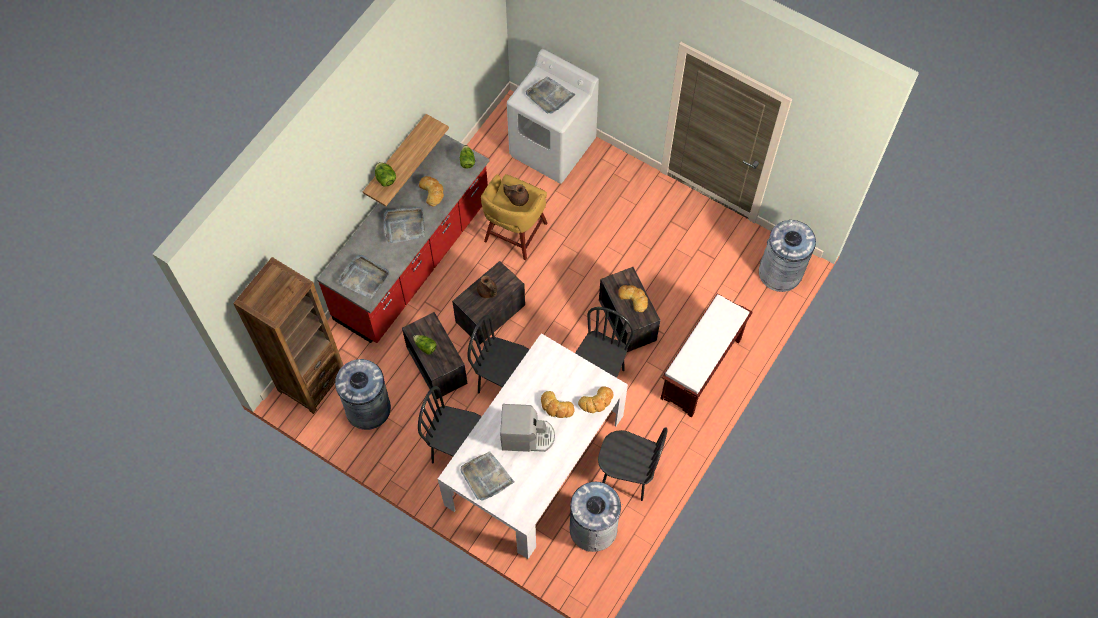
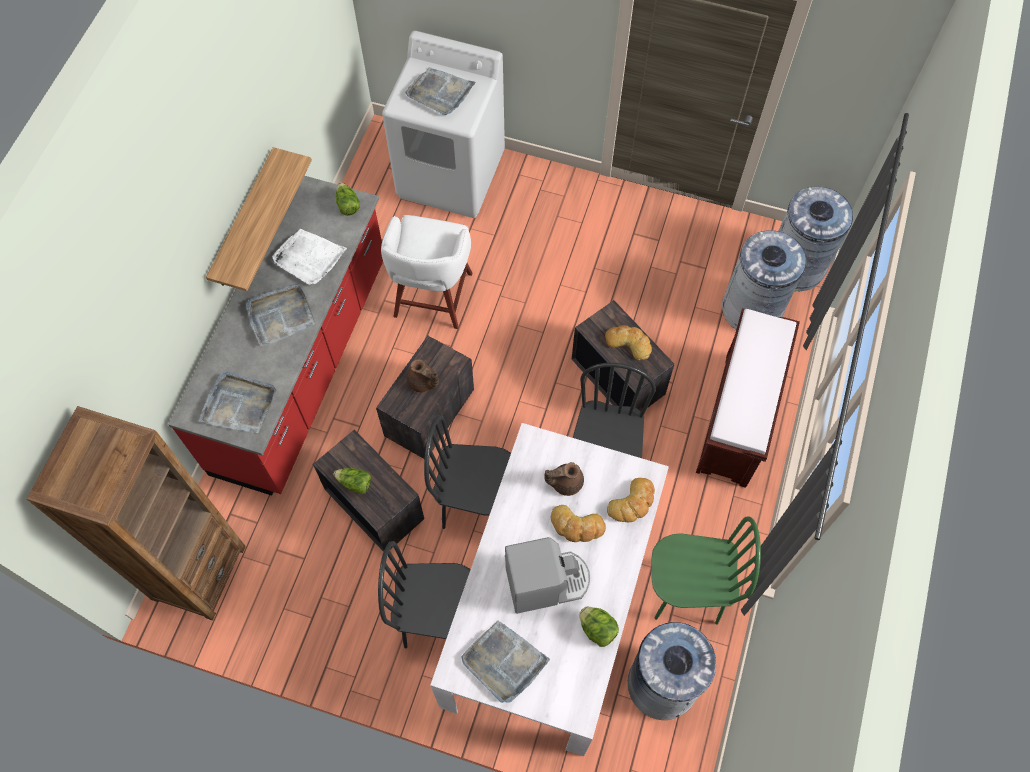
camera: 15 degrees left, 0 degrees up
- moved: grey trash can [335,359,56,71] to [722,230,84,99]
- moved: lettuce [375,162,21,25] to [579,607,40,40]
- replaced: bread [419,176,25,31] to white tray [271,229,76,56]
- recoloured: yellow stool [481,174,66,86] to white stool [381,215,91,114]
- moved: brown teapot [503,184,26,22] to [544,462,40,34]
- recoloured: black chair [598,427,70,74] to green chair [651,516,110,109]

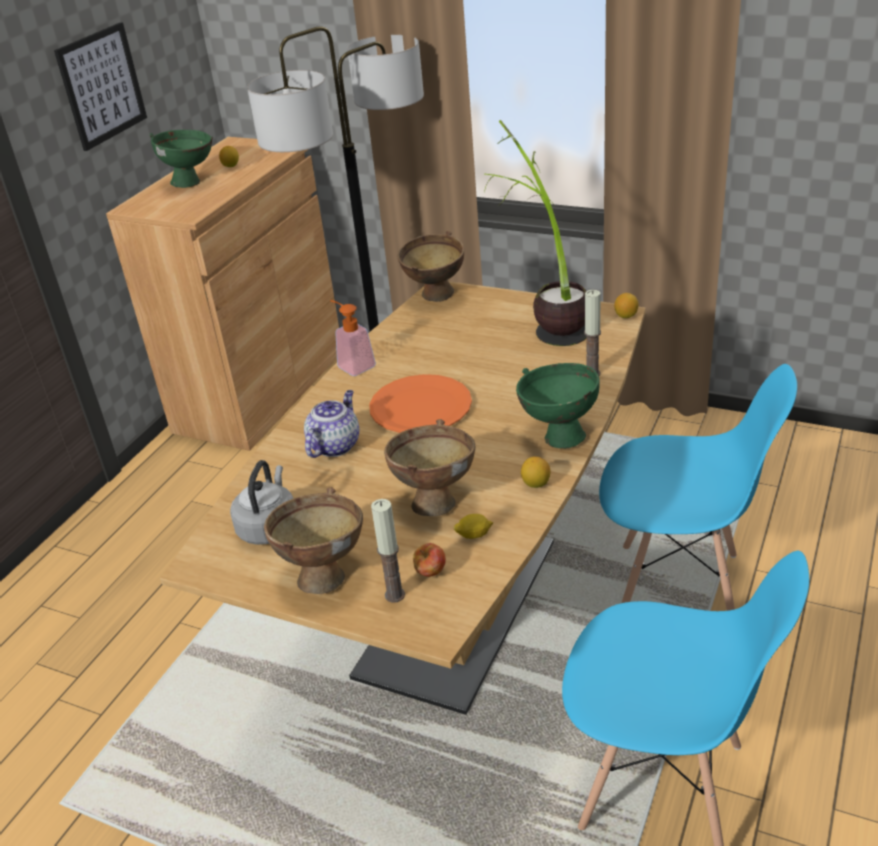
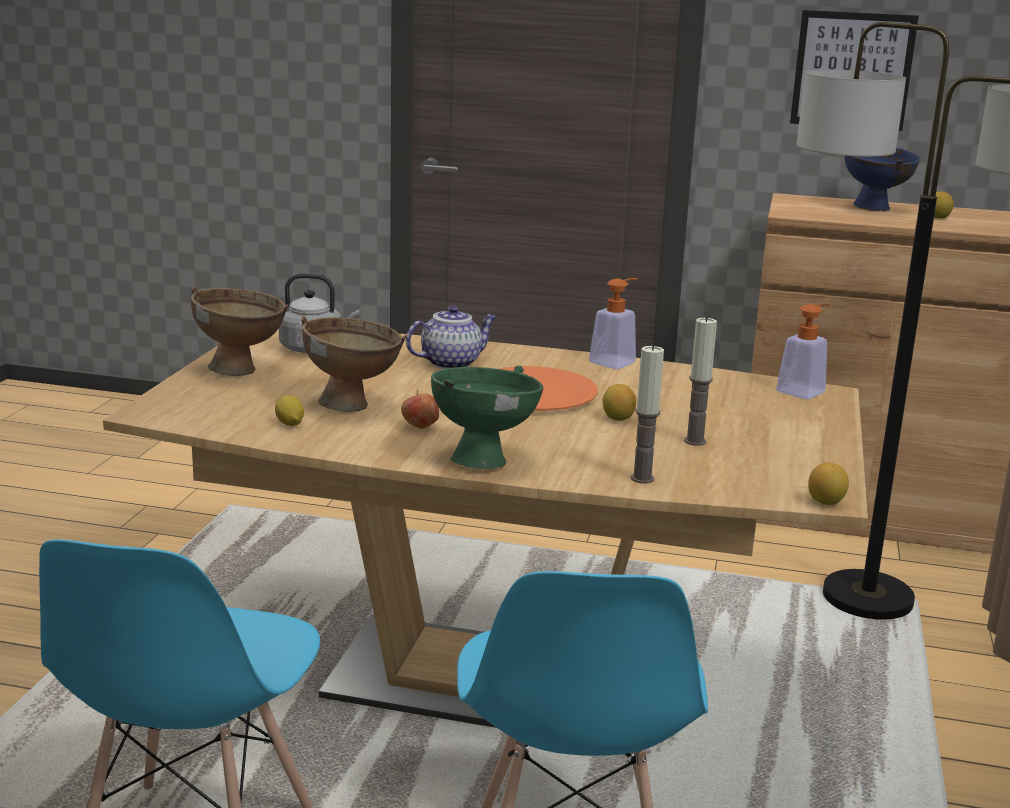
camera: 75 degrees right, 15 degrees down
- recoloured: green bowl [150,130,63,58] to blue bowl [845,147,75,64]
- turned: teapot [304,390,55,68] = [406,305,91,64] 45 degrees counterclockwise
- moved: candle [371,499,34,104] to [684,316,33,130]
- replaced: brown bowl [398,231,66,71] to soap dispenser [776,303,53,96]
- moved: apple [413,543,33,34] to [401,390,38,39]
- removed: potted plant [484,120,102,226]
- moved: lemon [521,457,29,31] to [602,384,34,37]

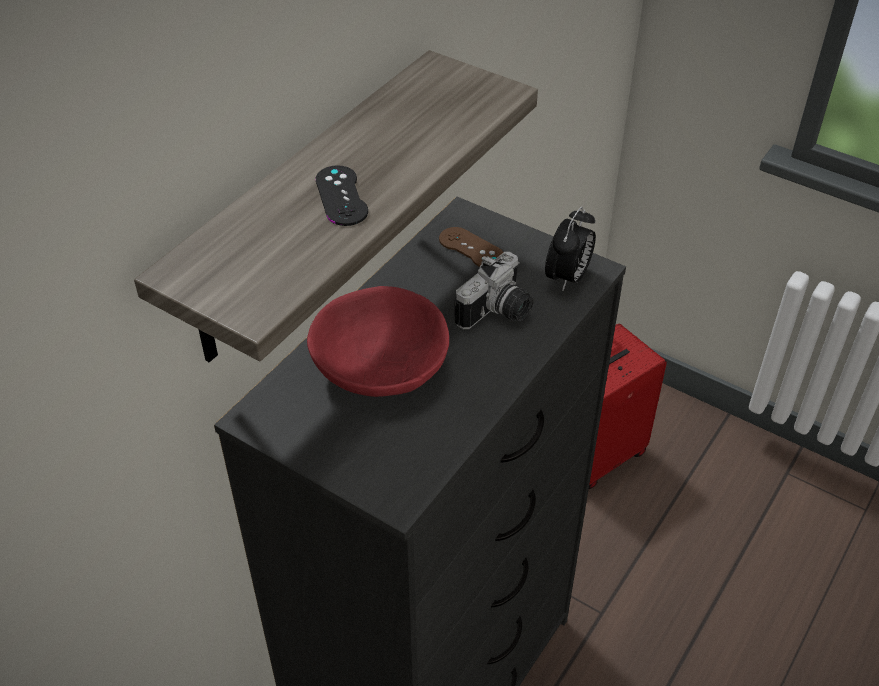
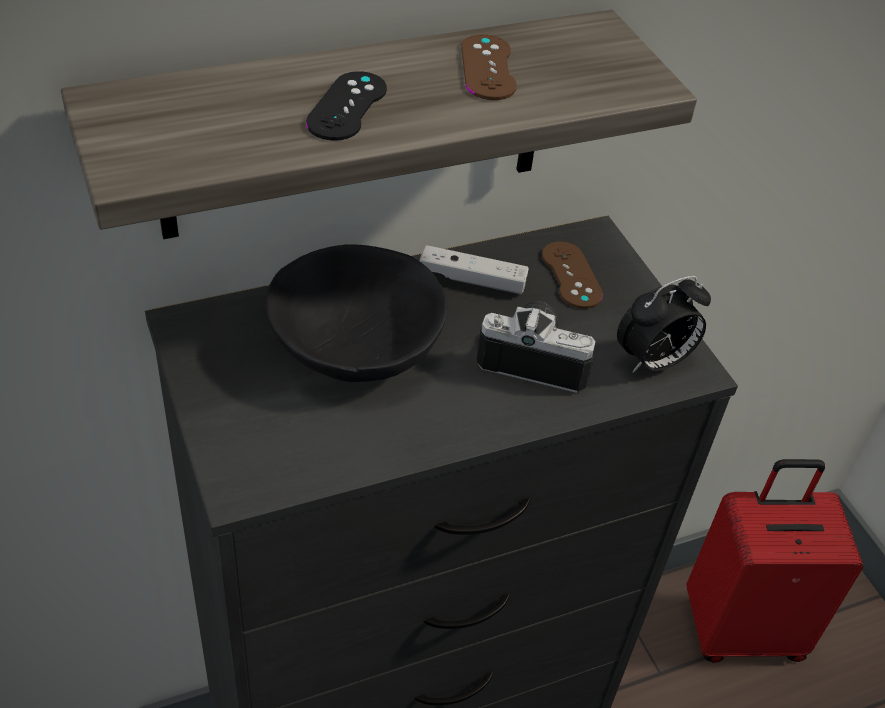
camera: 30 degrees right, 0 degrees up
- recoloured: red bowl [307,286,142,111] to black bowl [265,244,182,138]
- turned: photo camera [454,252,79,77] = [477,301,119,92] 150 degrees counterclockwise
- added: white game controller [420,245,109,49]
- added: brown game controller [461,34,56,66]

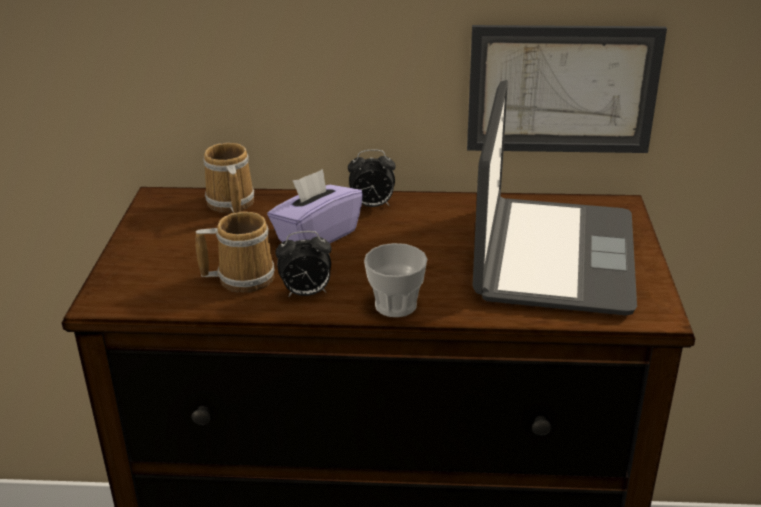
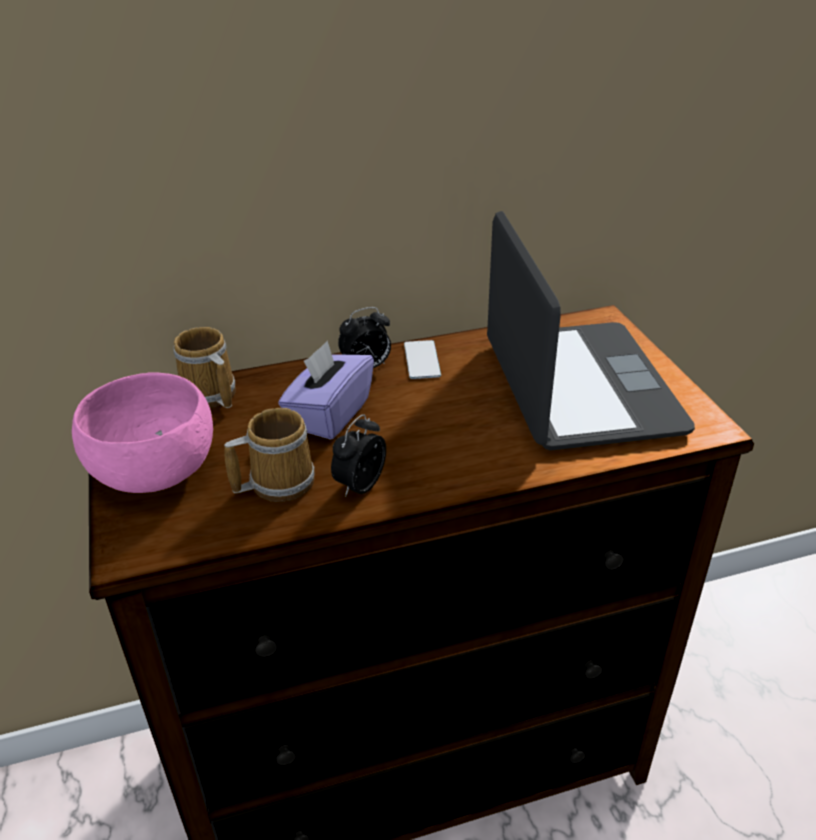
camera: 20 degrees left, 5 degrees up
- turned: alarm clock [276,231,55,66] = [331,414,55,83] 150 degrees clockwise
- removed: cup [364,243,63,74]
- removed: picture [467,25,200,128]
- added: pink bowl [72,373,141,120]
- added: phone [404,340,37,39]

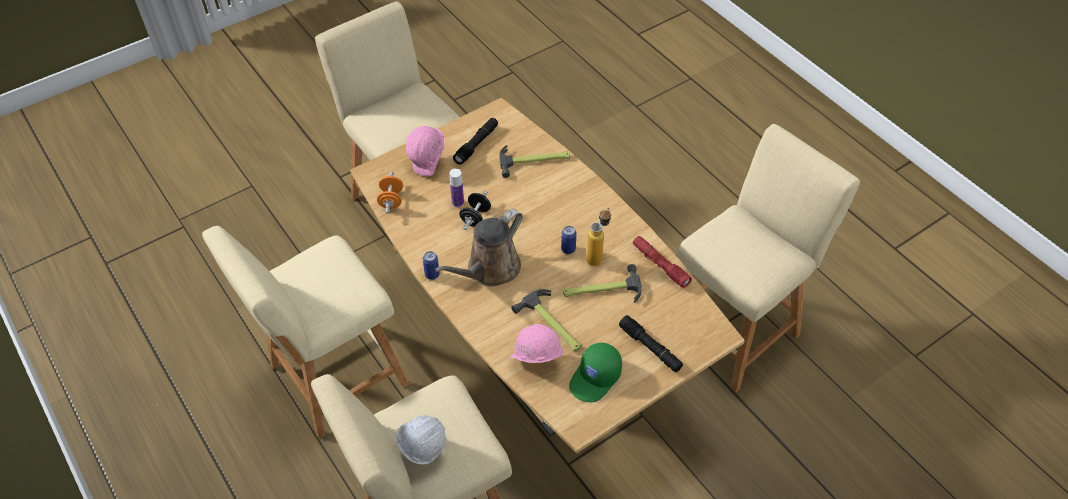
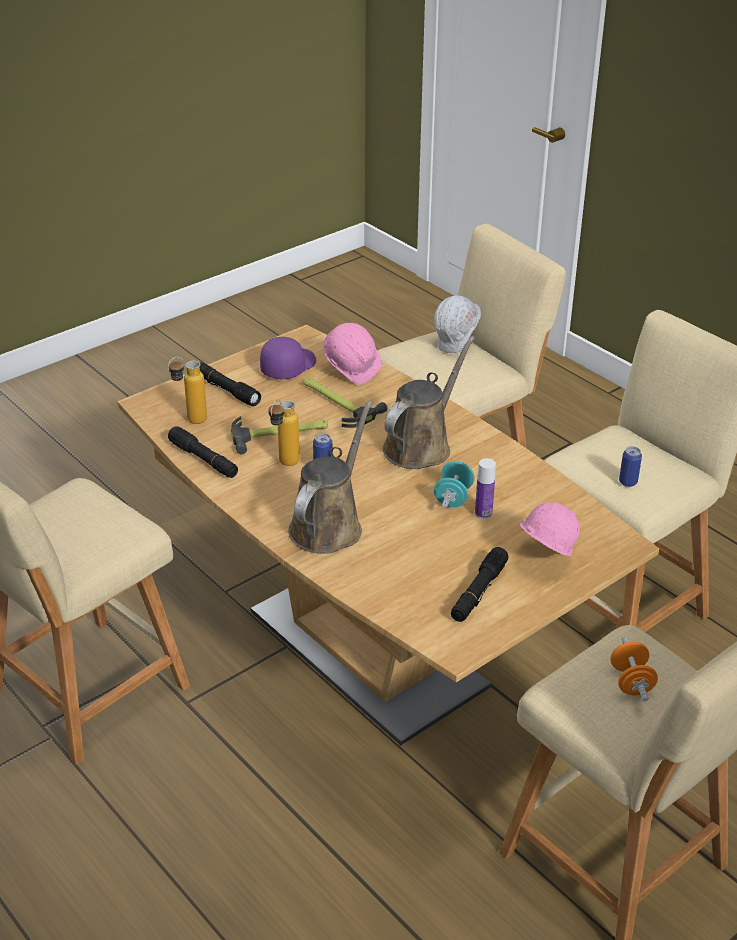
camera: 175 degrees right, 15 degrees down
- moved: orange dumbbell [377,172,26,42] to [611,637,47,65]
- moved: can [423,251,17,29] to [619,446,23,41]
- recoloured: black dumbbell [459,190,32,40] to turquoise dumbbell [434,461,40,47]
- removed: hammer [499,145,71,33]
- recoloured: green cap [569,343,53,59] to purple cap [260,337,56,43]
- recoloured: red flashlight [633,236,59,52] to black flashlight [168,426,70,52]
- added: bottle [168,357,39,67]
- added: brown watering can [288,401,85,153]

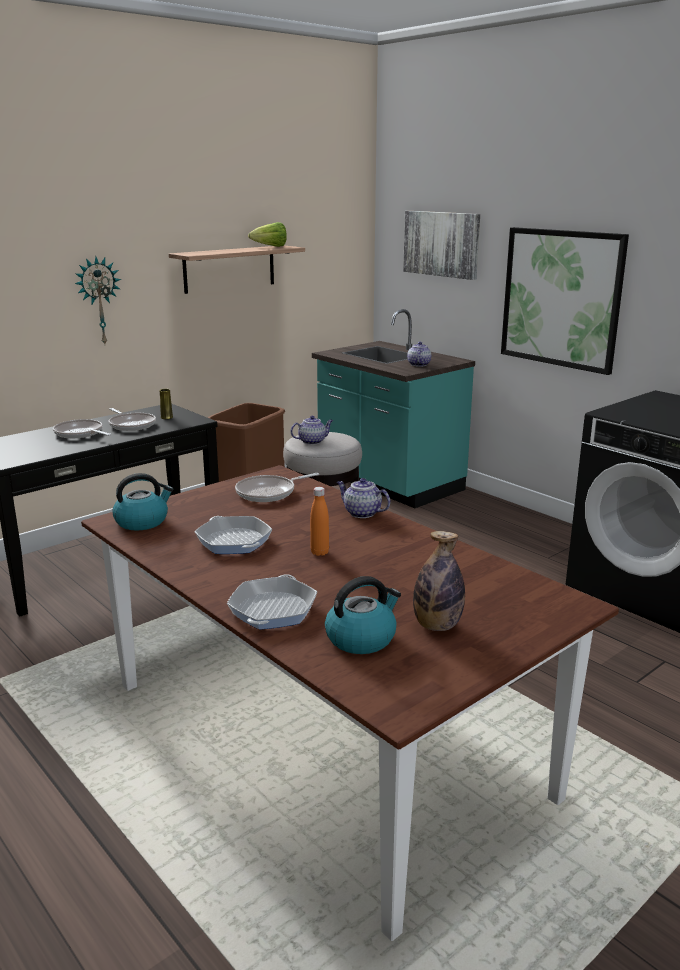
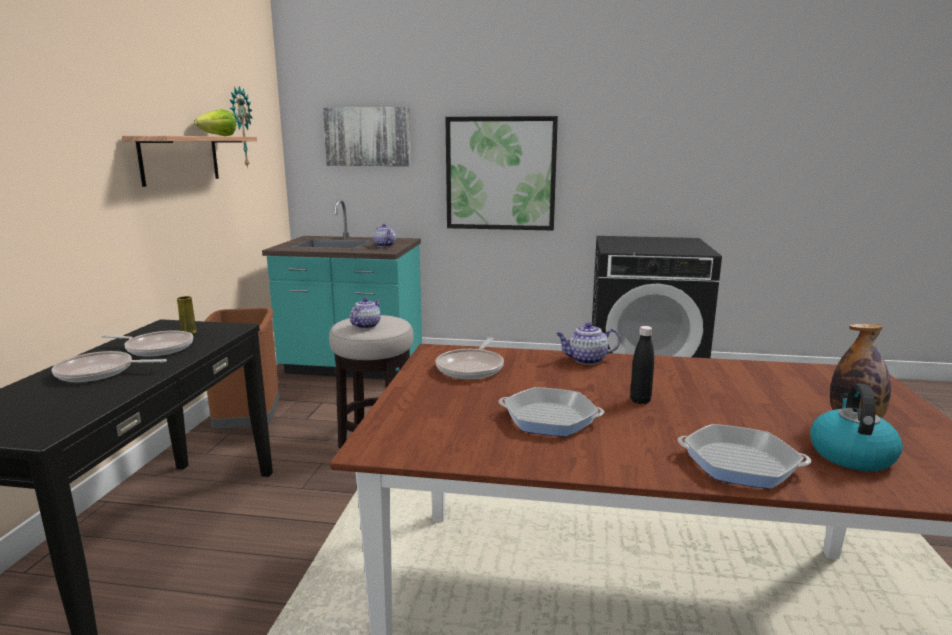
camera: 40 degrees left, 5 degrees down
- moved: wall clock [75,257,46,87] to [230,86,23,82]
- removed: kettle [112,473,61,57]
- turned: frying pan [227,575,90,55] = [677,424,134,65] 135 degrees clockwise
- recoloured: orange bottle [310,487,19,69] to black bottle [630,326,24,78]

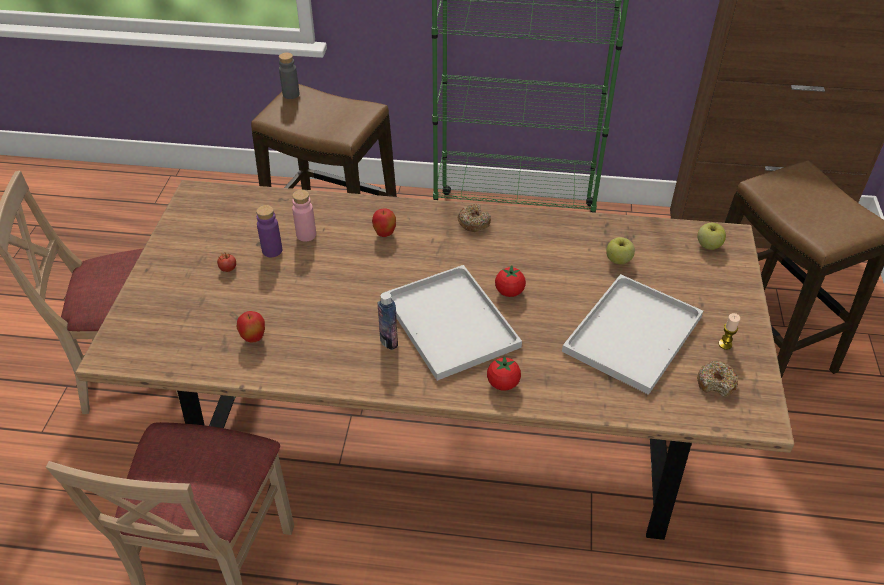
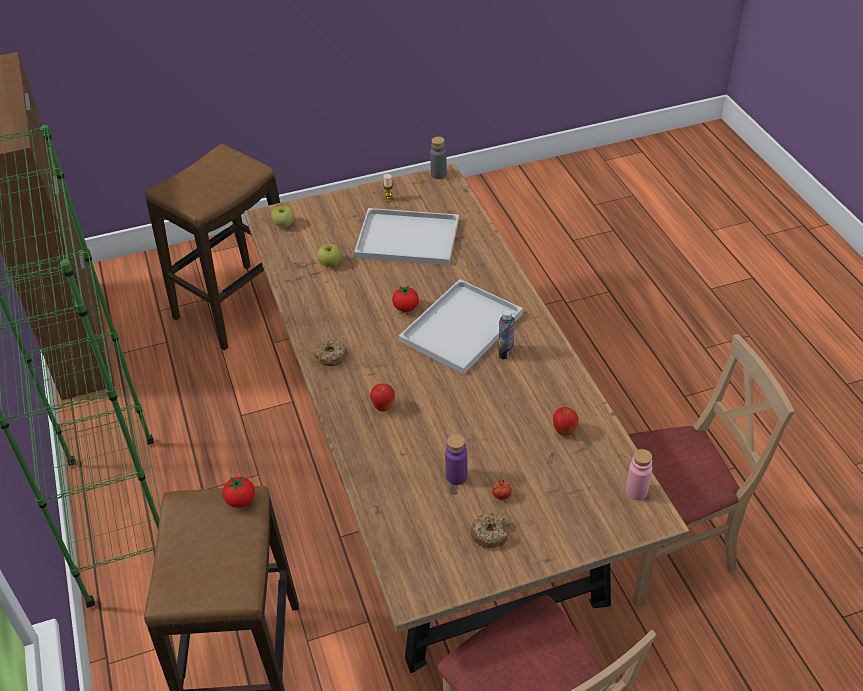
camera: 115 degrees left, 0 degrees up
- moved: grey bottle [279,53,21,46] to [430,136,17,43]
- moved: pink bottle [292,190,24,51] to [626,449,26,51]
- moved: tomato [487,355,34,36] to [223,476,32,32]
- moved: donut [697,361,42,36] to [471,513,36,35]

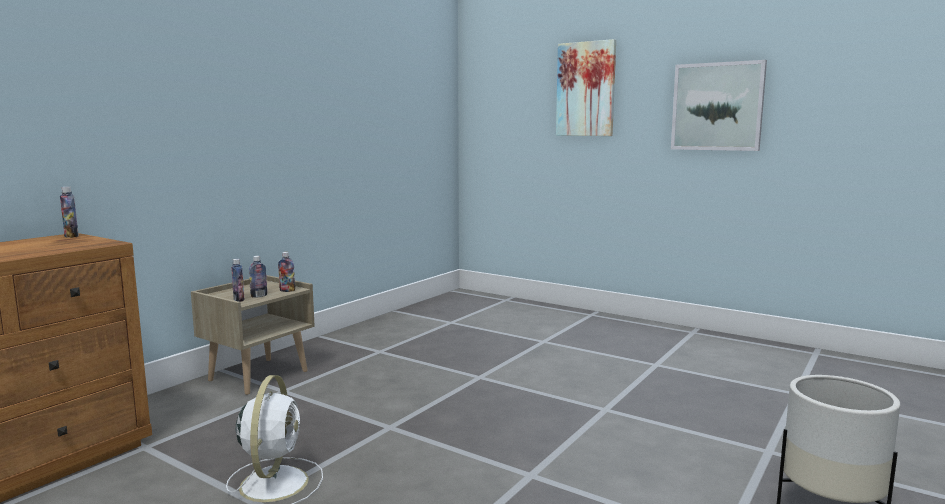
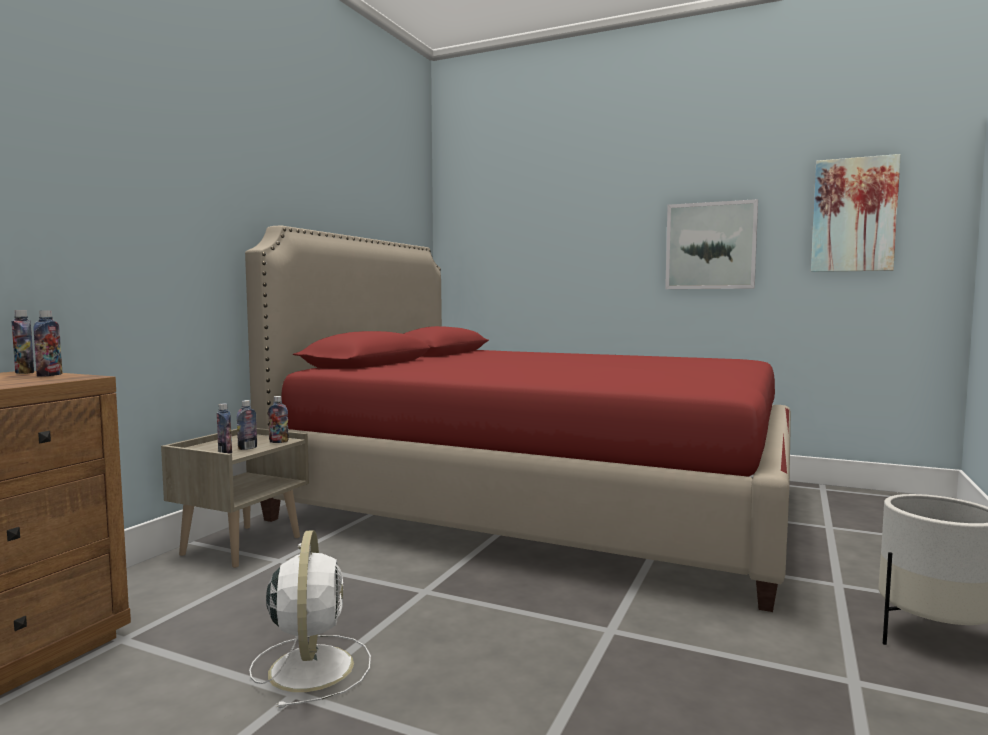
camera: 10 degrees left, 5 degrees down
- moved: picture [556,39,60,97] to [811,154,90,118]
- added: bottle [33,310,29,67]
- added: red bed [245,226,546,386]

